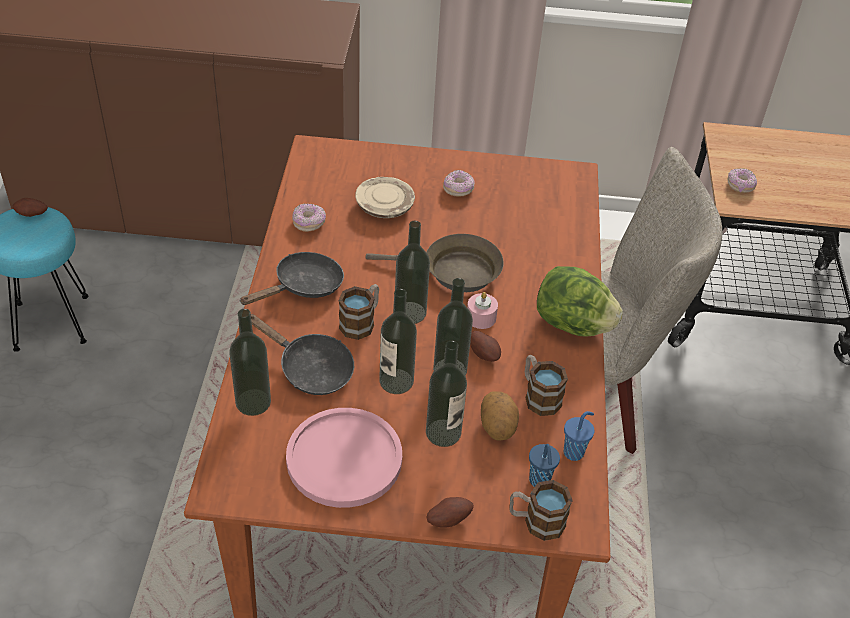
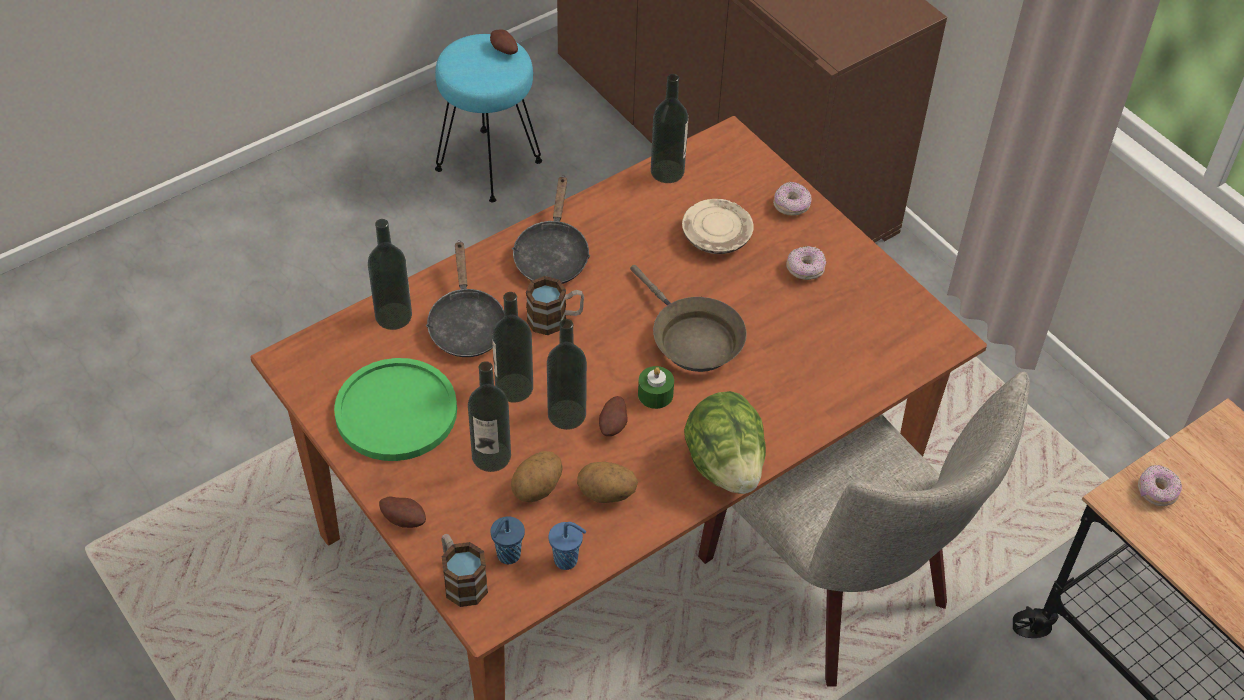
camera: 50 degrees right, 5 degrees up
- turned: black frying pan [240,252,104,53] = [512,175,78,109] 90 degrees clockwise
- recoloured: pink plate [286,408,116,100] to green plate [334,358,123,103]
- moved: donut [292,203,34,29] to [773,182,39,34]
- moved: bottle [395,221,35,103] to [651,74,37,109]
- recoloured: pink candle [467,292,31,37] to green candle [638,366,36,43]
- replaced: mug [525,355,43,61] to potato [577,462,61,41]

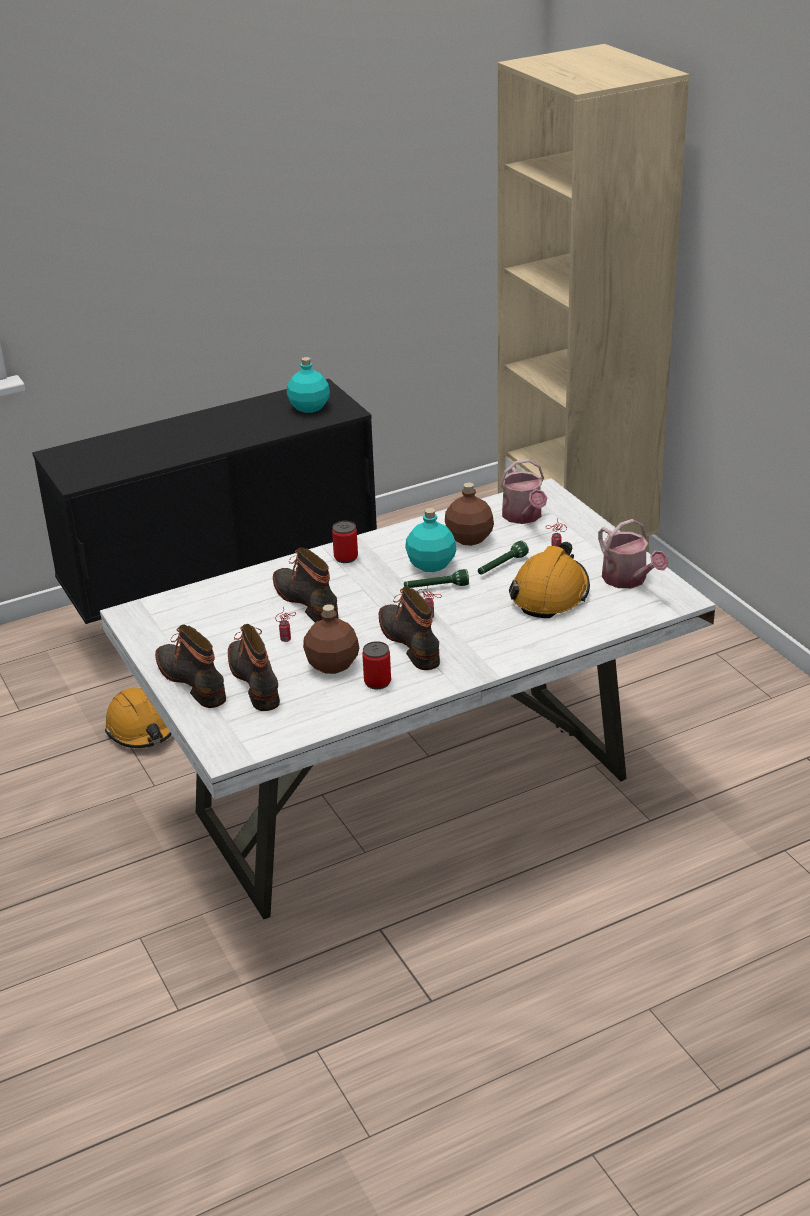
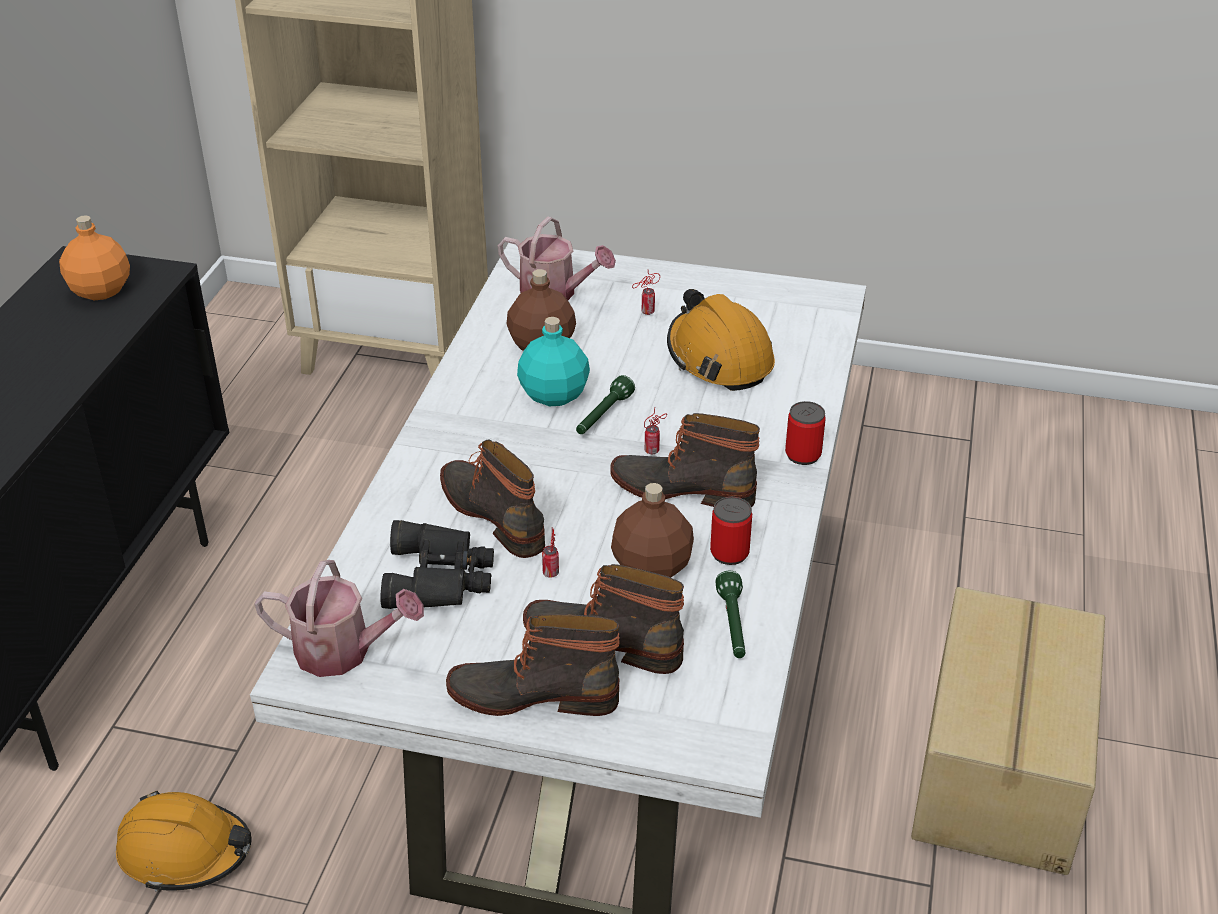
camera: 50 degrees left, 5 degrees up
- turned: boot [273,547,65,75] = [440,440,105,118] 45 degrees clockwise
- recoloured: turquoise bottle [287,357,43,56] to orange bottle [59,215,71,85]
- moved: can [332,521,26,42] to [785,401,41,64]
- moved: green flashlight [478,541,51,34] to [716,571,29,87]
- moved: watering can [598,519,70,69] to [254,560,170,117]
- added: black binoculars [380,520,114,89]
- added: cardboard box [911,587,194,288]

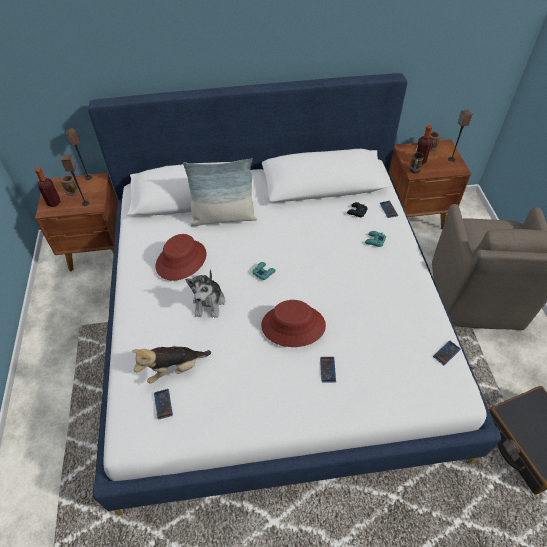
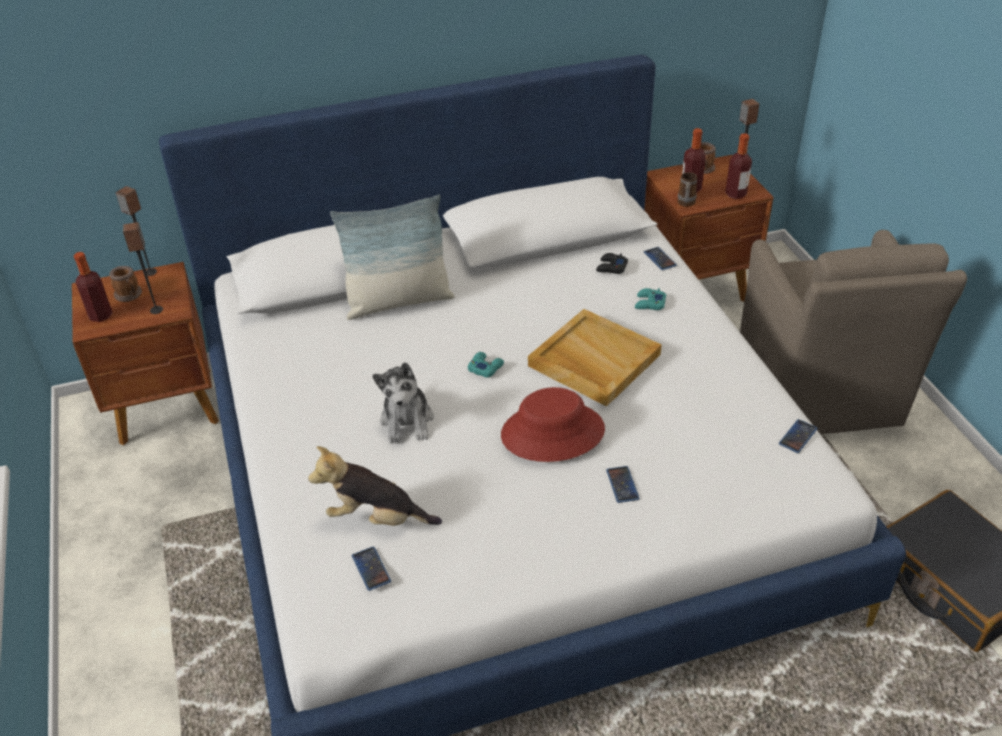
camera: 10 degrees left, 10 degrees down
- turned: plush toy [132,345,79,39] = [308,446,134,80] 45 degrees clockwise
- removed: red hat [155,234,51,47]
- added: beige tray [528,309,134,98]
- added: bottle [725,133,27,66]

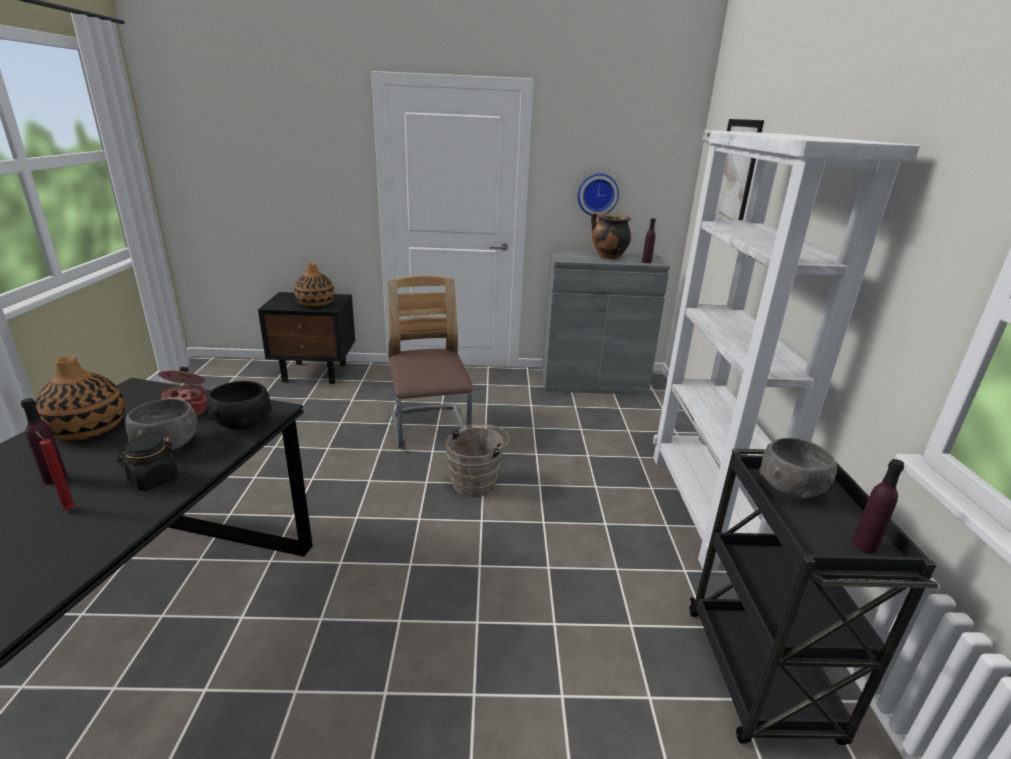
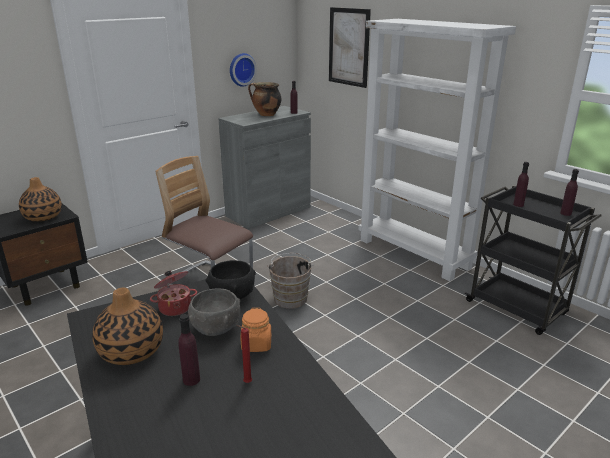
camera: 40 degrees left, 0 degrees up
- recoloured: black jar [117,434,61,57] to orange jar [241,308,30,44]
- replaced: grey bowl [759,438,78,61] to purple bottle [513,162,16,45]

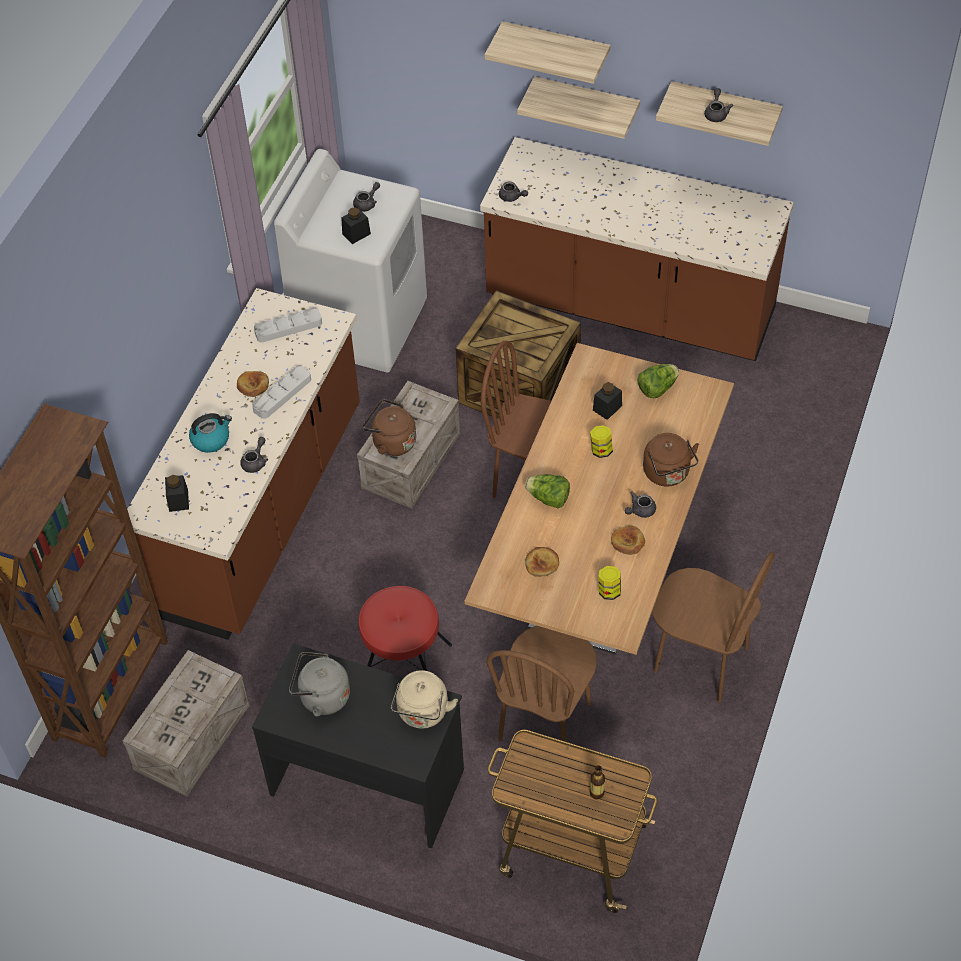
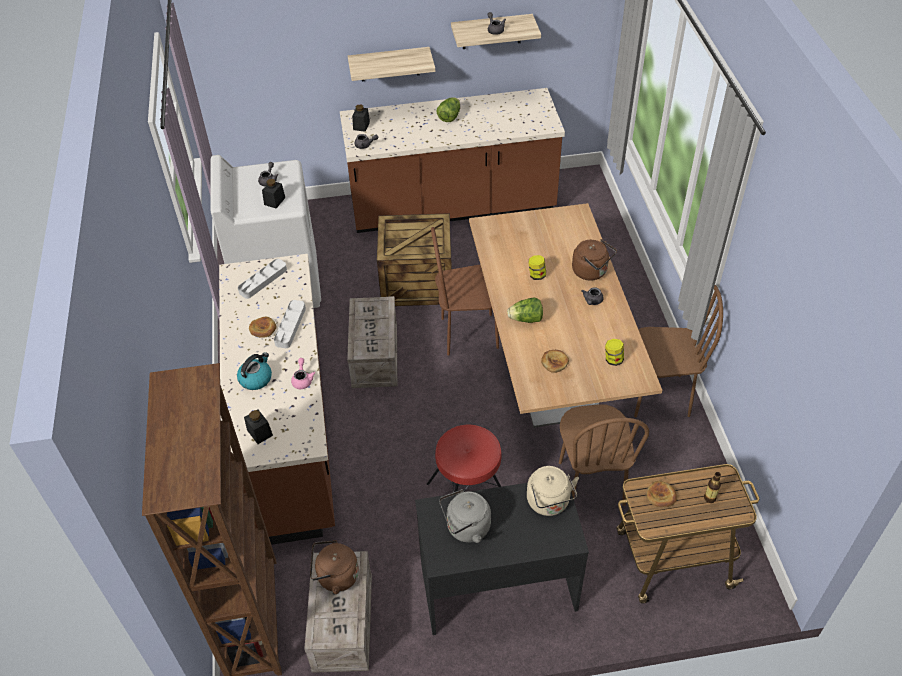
camera: 30 degrees left, 5 degrees down
- recoloured: grey teapot [240,437,28,36] to pink teapot [291,358,24,31]
- moved: brown kettle [363,399,53,57] to [310,540,49,54]
- removed: shelf [485,21,125,63]
- moved: black jar [593,382,29,38] to [352,104,18,28]
- moved: bread [611,526,34,29] to [646,481,31,26]
- moved: lettuce [637,364,42,34] to [437,97,23,25]

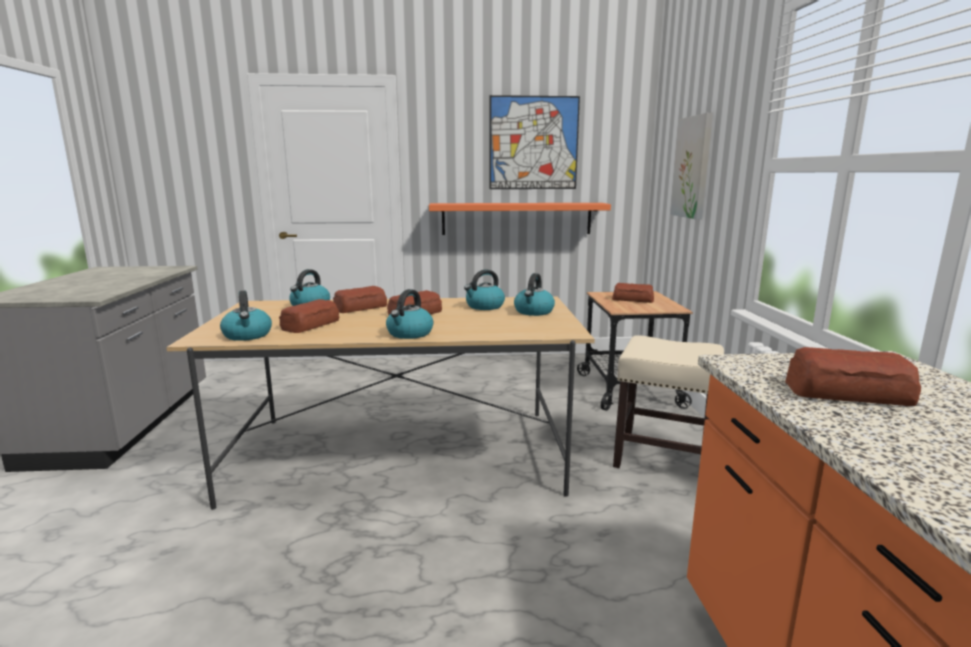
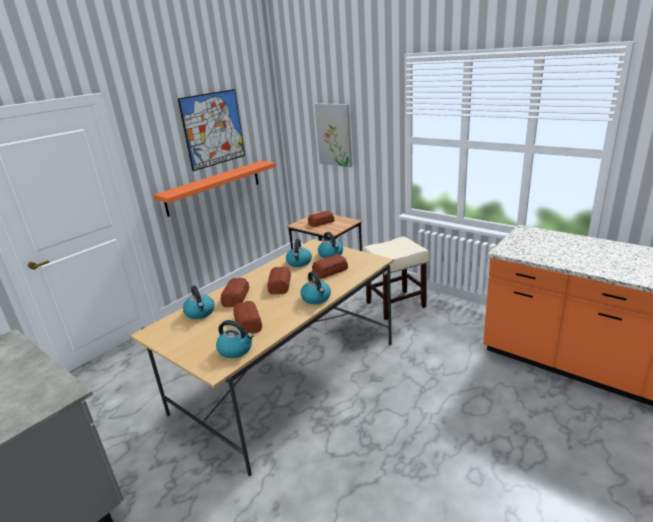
camera: 45 degrees left, 10 degrees up
- moved: bread [785,347,136,59] to [312,254,36,25]

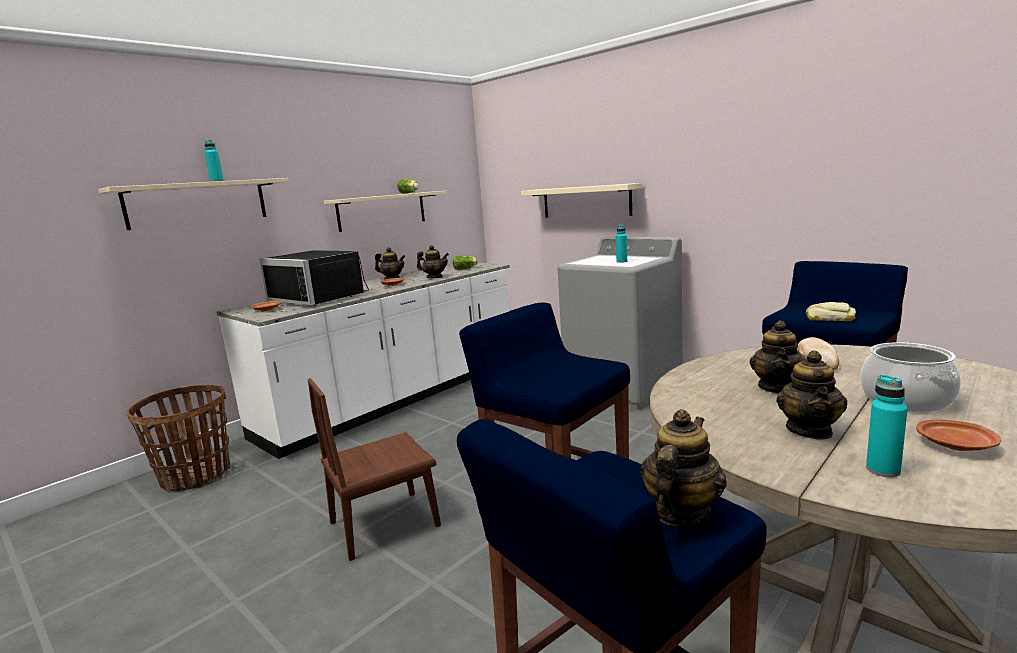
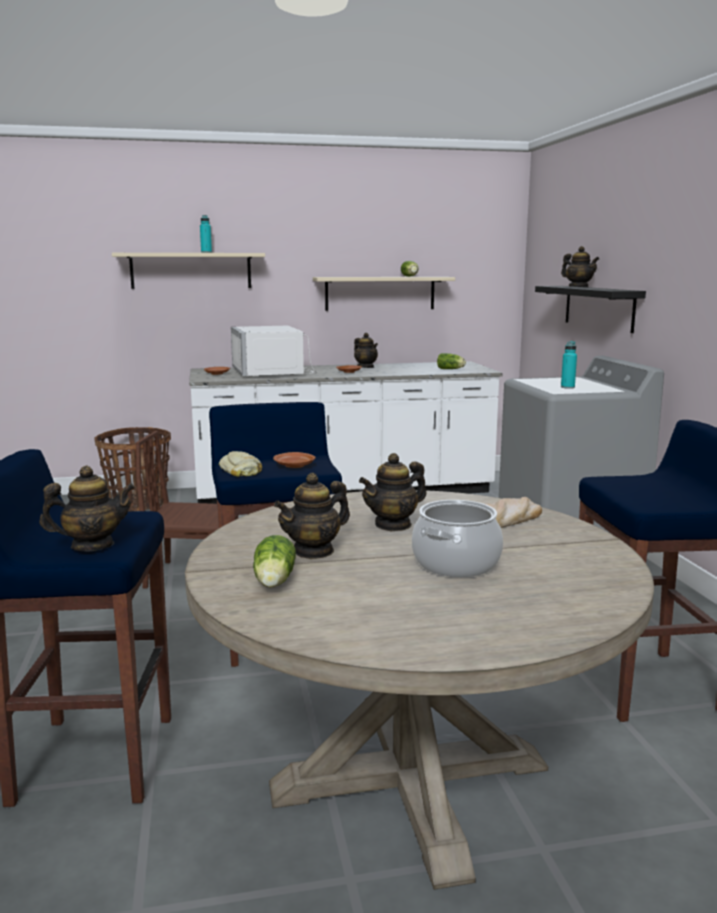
camera: 35 degrees right, 0 degrees up
- recoloured: black microwave [259,250,110,56] to white microwave [231,326,85,52]
- moved: teapot [417,245,32,33] to [561,246,38,41]
- recoloured: beige shelf [521,183,121,35] to black shelf [535,286,111,47]
- moved: bread [806,302,50,19] to [219,451,43,26]
- replaced: turquoise bottle [866,375,42,102] to lettuce [253,535,43,53]
- moved: brown plate [916,420,85,31] to [273,452,42,16]

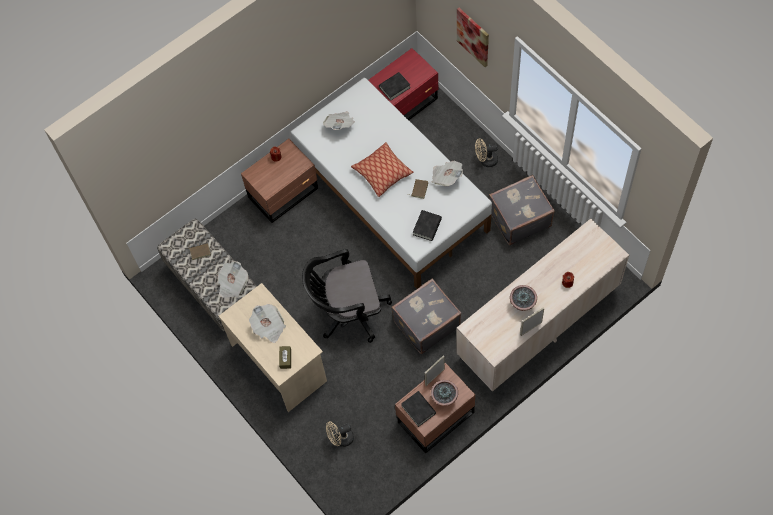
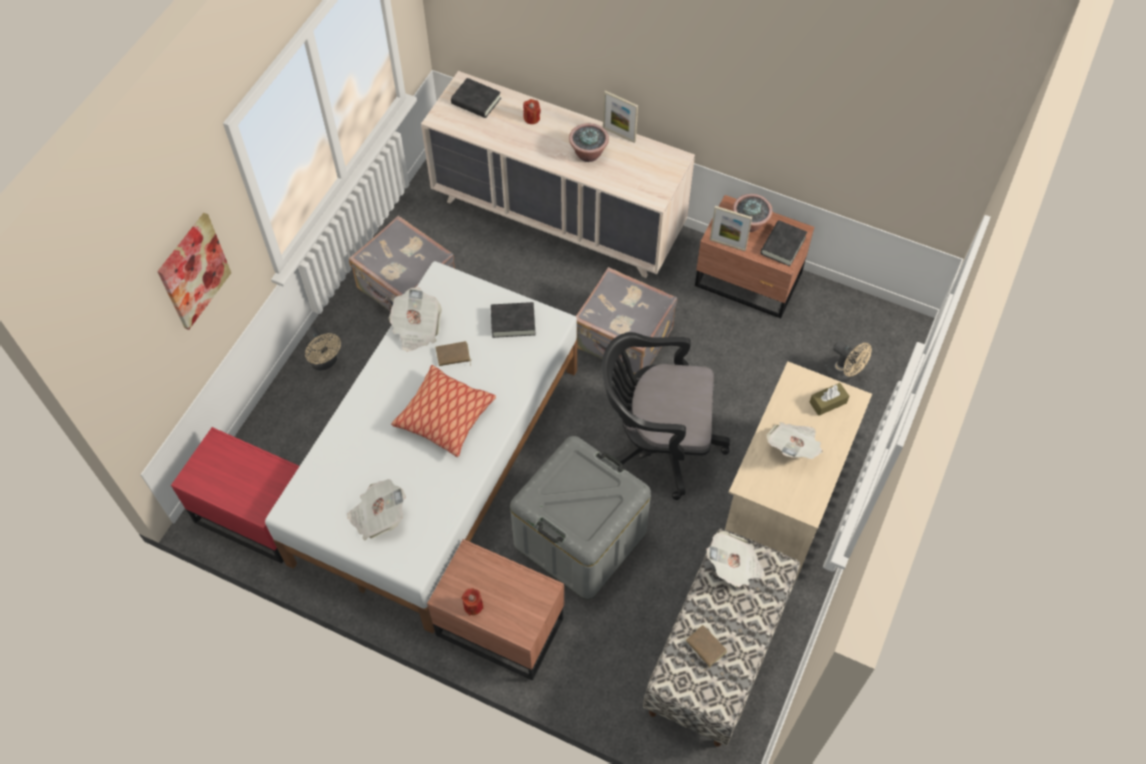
camera: 120 degrees left, 5 degrees down
- turned: black office chair [302,249,90,94] = [602,332,128,168] 135 degrees clockwise
- moved: black book [379,72,32,29] to [451,78,50,40]
- added: grey storage box [510,436,141,163]

